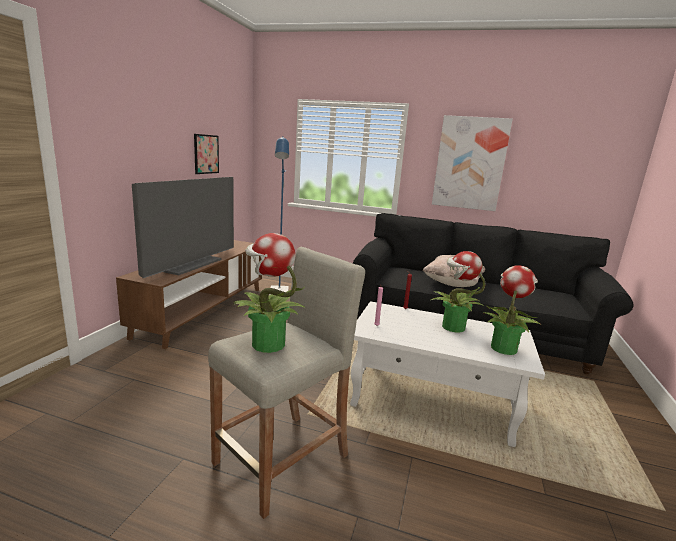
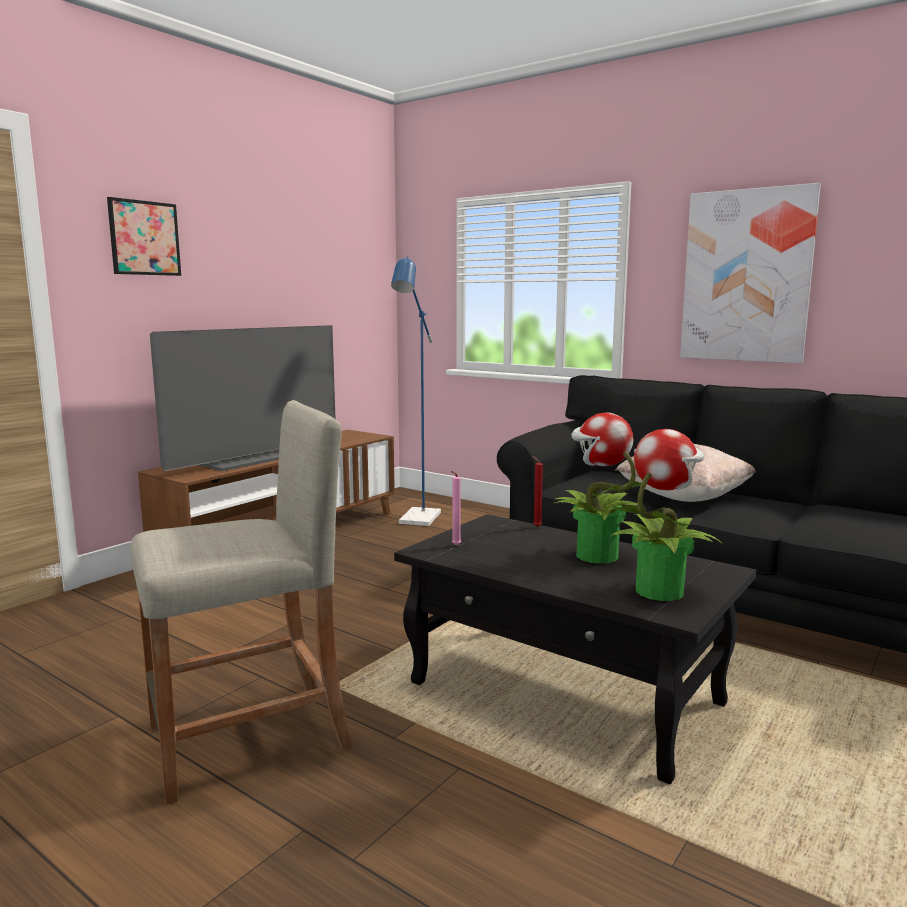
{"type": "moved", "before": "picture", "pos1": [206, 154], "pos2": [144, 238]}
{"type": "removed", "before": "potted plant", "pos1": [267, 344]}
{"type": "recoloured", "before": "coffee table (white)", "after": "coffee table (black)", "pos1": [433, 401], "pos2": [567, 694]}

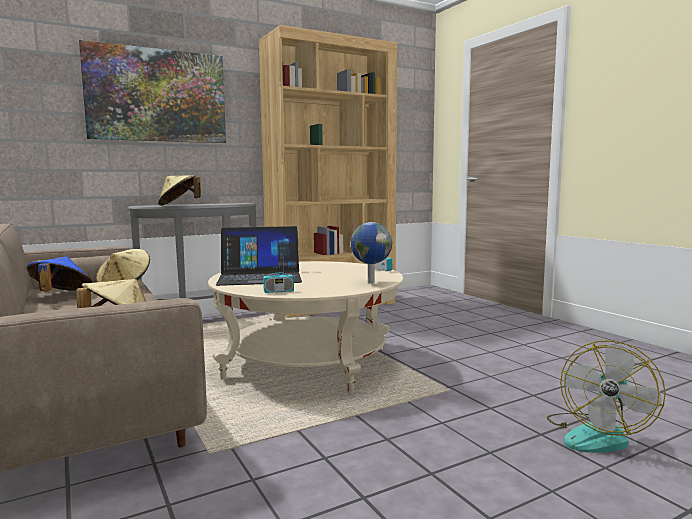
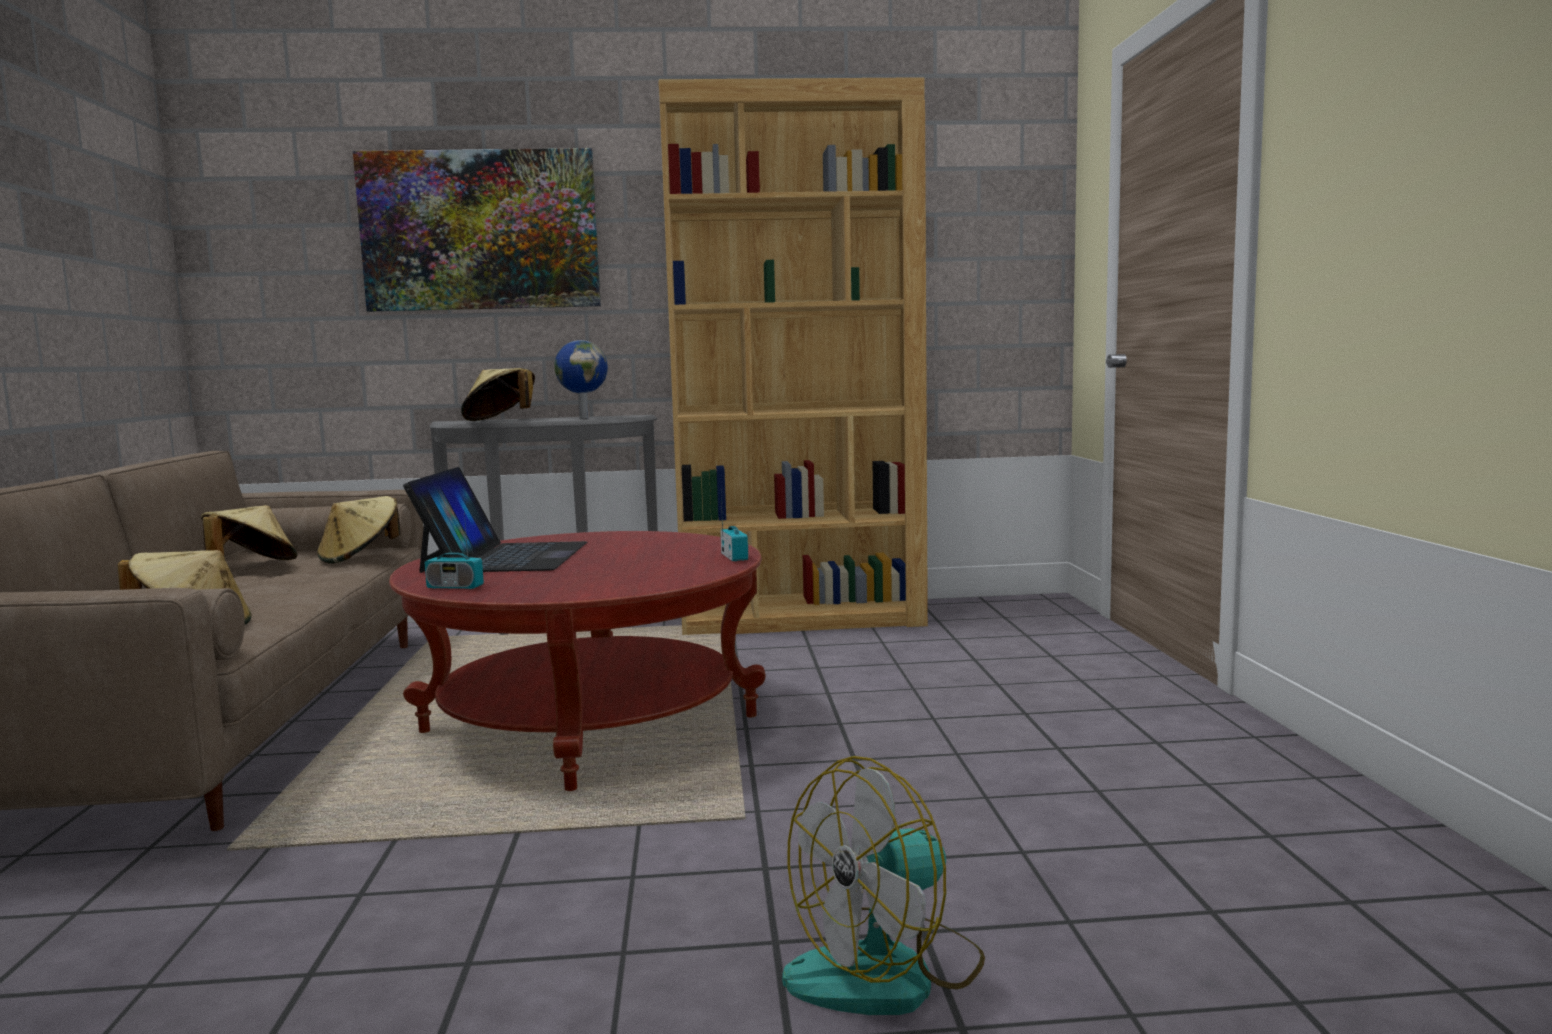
{"type": "recoloured", "before": "hat (blue)", "after": "hat (beige)", "pos1": [61, 295], "pos2": [252, 566]}
{"type": "recoloured", "before": "coffee table (beige)", "after": "coffee table (red)", "pos1": [308, 362], "pos2": [590, 724]}
{"type": "turned", "before": "laptop", "pos1": [260, 277], "pos2": [504, 557], "turn": -105}
{"type": "moved", "before": "globe", "pos1": [370, 282], "pos2": [583, 418]}

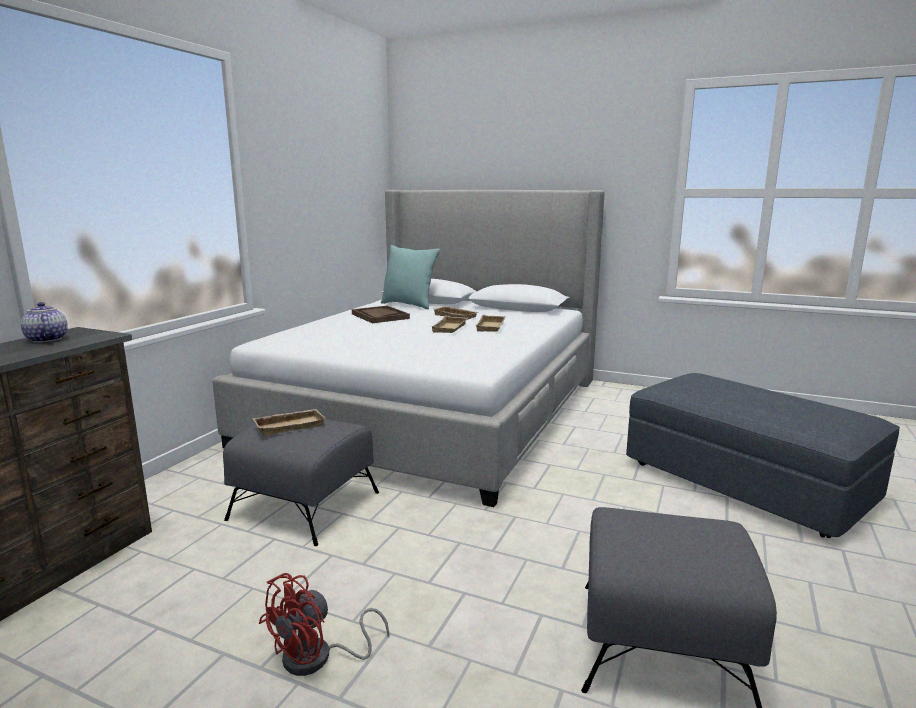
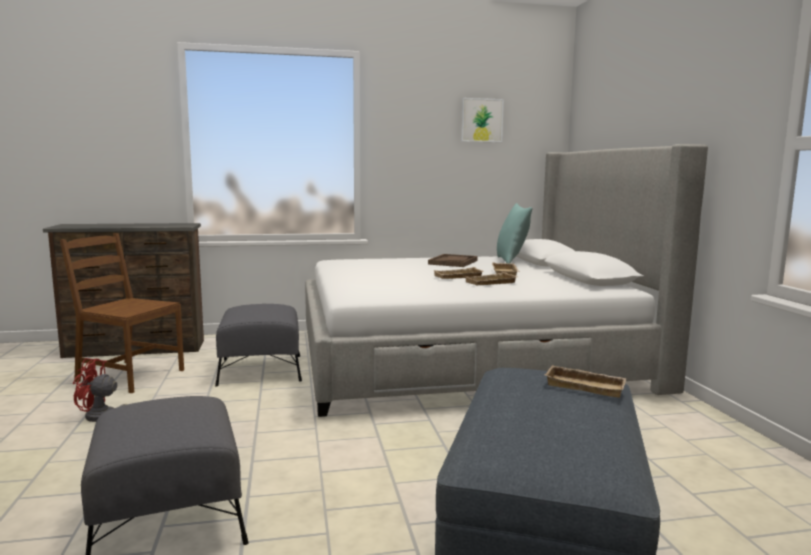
{"type": "removed", "before": "teapot", "pos1": [45, 339]}
{"type": "moved", "before": "tray (beige)", "pos1": [290, 425], "pos2": [586, 386]}
{"type": "added", "after": "chair (brown)", "pos2": [129, 376]}
{"type": "added", "after": "picture", "pos2": [482, 120]}

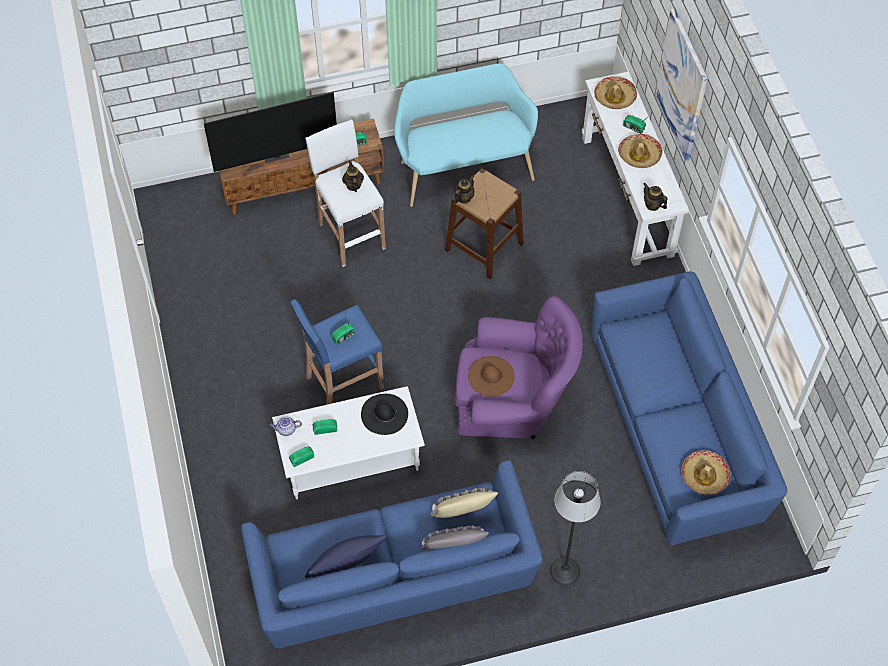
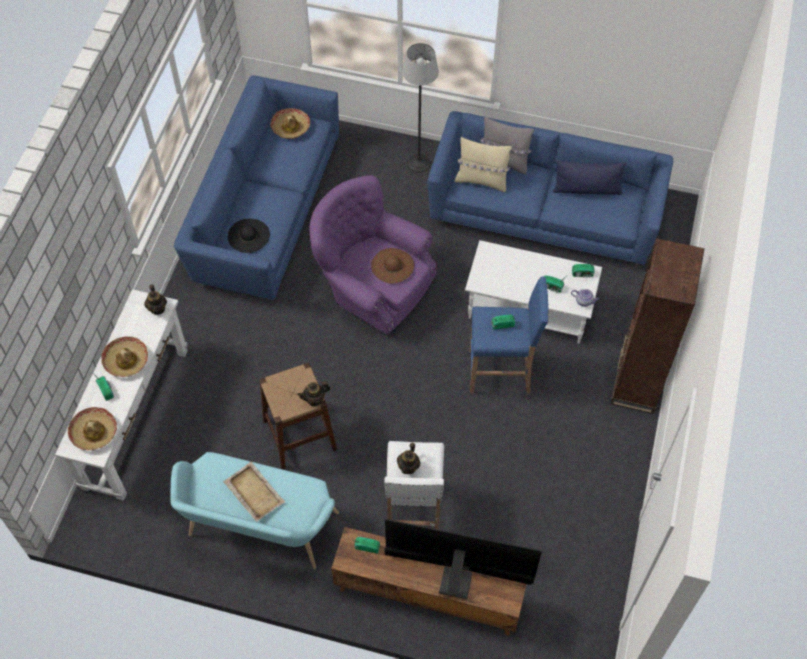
{"type": "moved", "before": "hat (black)", "pos1": [384, 414], "pos2": [248, 235]}
{"type": "removed", "before": "picture", "pos1": [682, 85]}
{"type": "added", "after": "tray (beige)", "pos2": [254, 492]}
{"type": "added", "after": "bookcase (brown)", "pos2": [636, 382]}

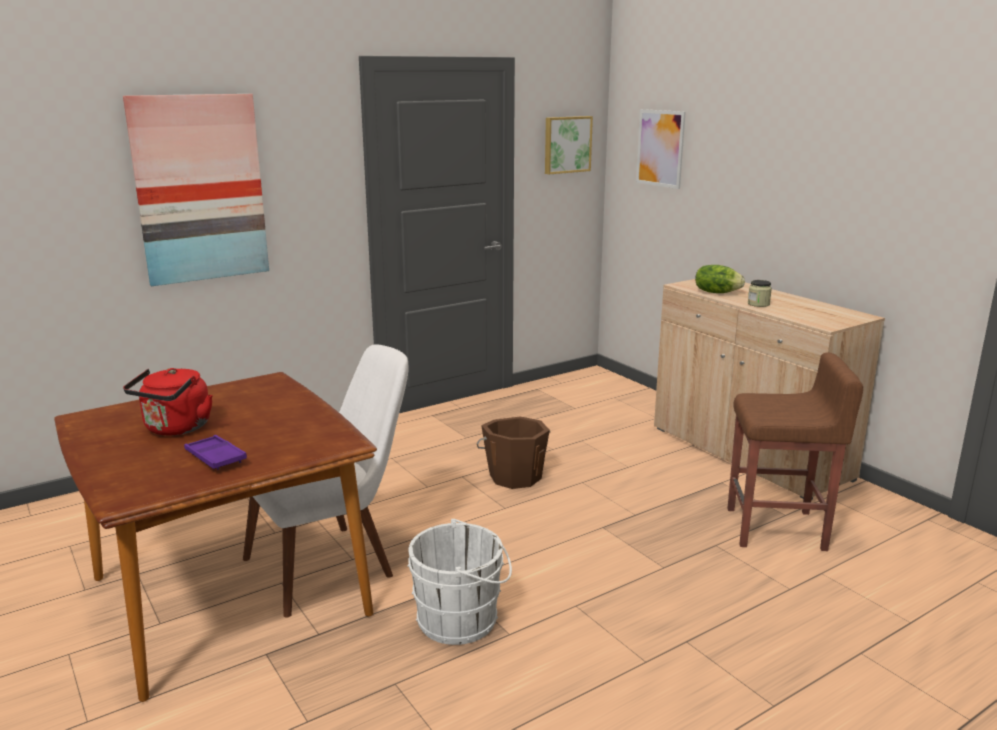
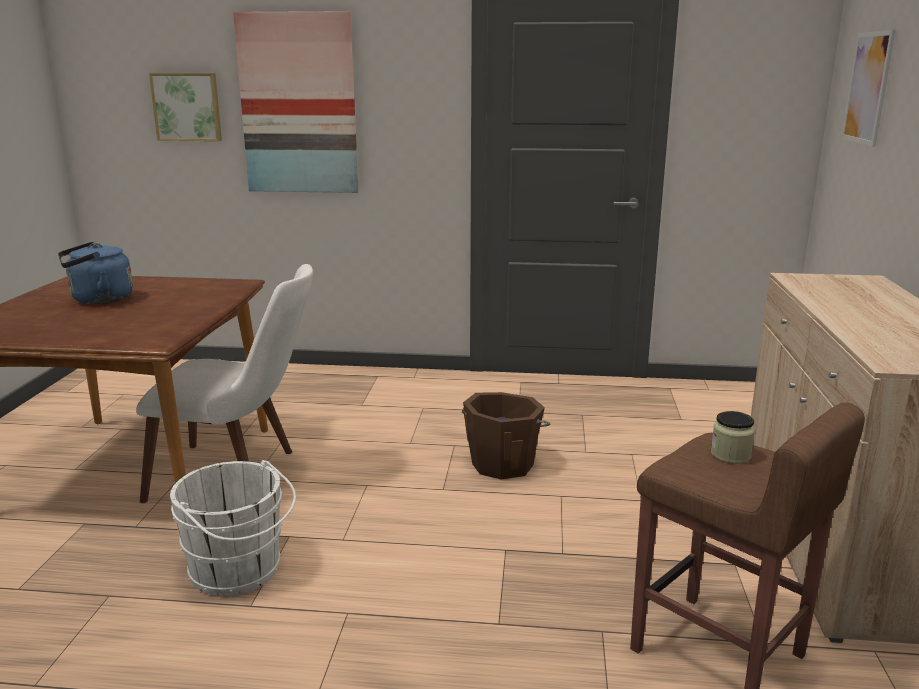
{"type": "recoloured", "before": "kettle (red)", "after": "kettle (blue)", "pos1": [175, 429], "pos2": [98, 300]}
{"type": "removed", "before": "tray (purple)", "pos1": [215, 457]}
{"type": "moved", "before": "picture", "pos1": [566, 144], "pos2": [187, 107]}
{"type": "removed", "before": "lettuce", "pos1": [716, 292]}
{"type": "moved", "before": "jar", "pos1": [758, 304], "pos2": [730, 455]}

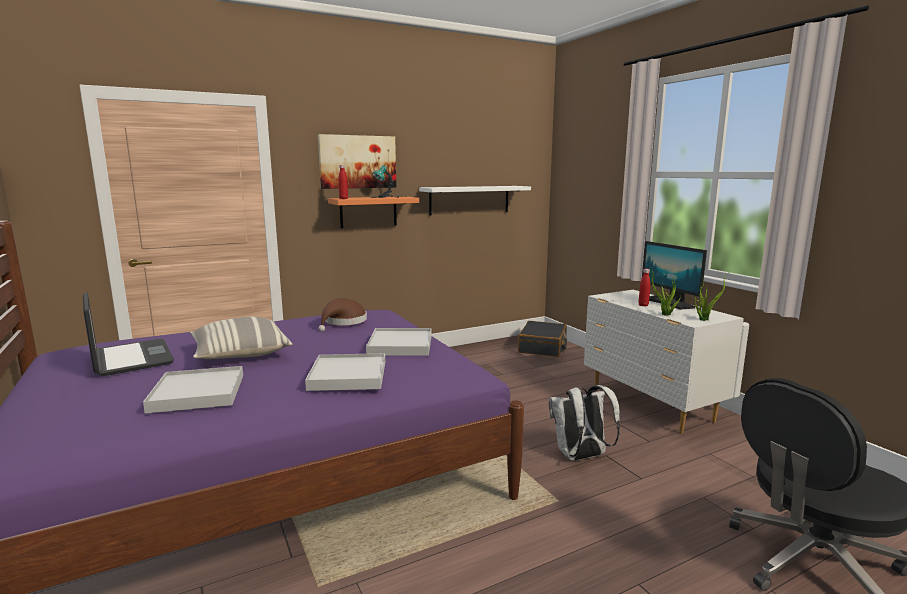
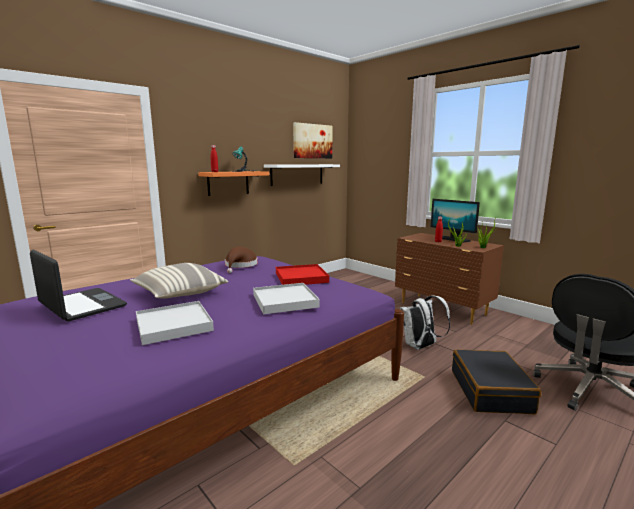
{"type": "moved", "before": "picture", "pos1": [357, 162], "pos2": [312, 141]}
{"type": "recoloured", "before": "tray (white)", "after": "tray (red)", "pos1": [400, 345], "pos2": [301, 277]}
{"type": "moved", "before": "suitcase (black)", "pos1": [543, 347], "pos2": [491, 391]}
{"type": "recoloured", "before": "dresser (white)", "after": "dresser (brown)", "pos1": [650, 405], "pos2": [443, 309]}

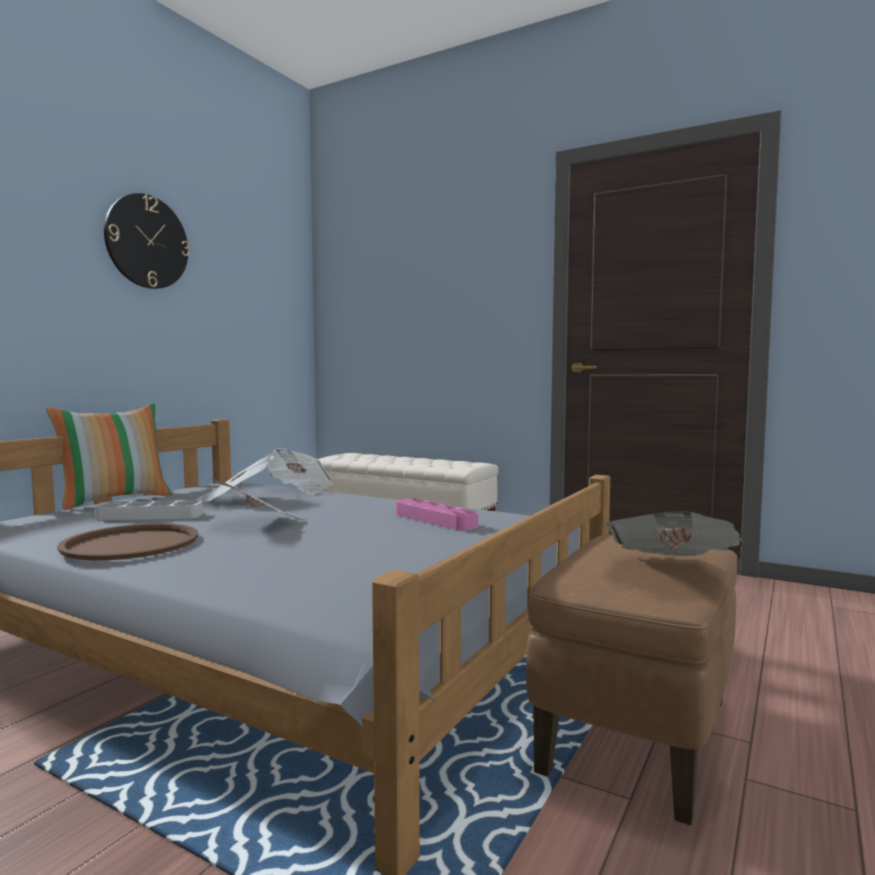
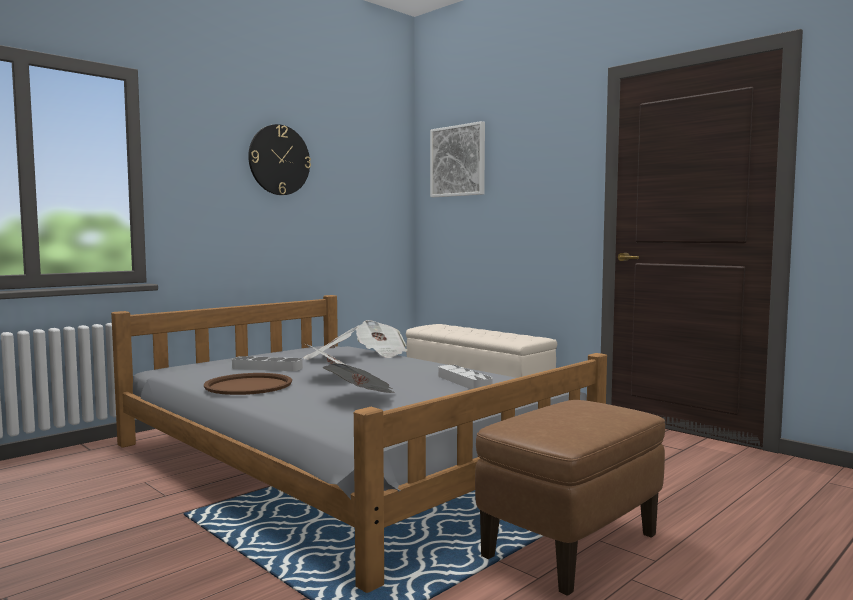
{"type": "removed", "before": "pillow", "pos1": [114, 500]}
{"type": "recoloured", "before": "tray (pink)", "after": "tray (grey)", "pos1": [435, 520], "pos2": [464, 382]}
{"type": "moved", "before": "newspaper", "pos1": [671, 572], "pos2": [362, 399]}
{"type": "added", "after": "picture", "pos2": [458, 161]}

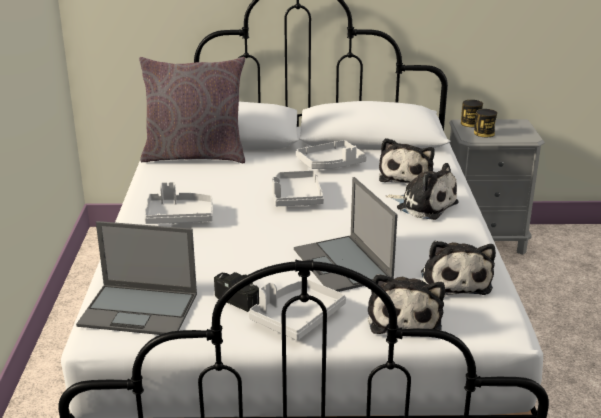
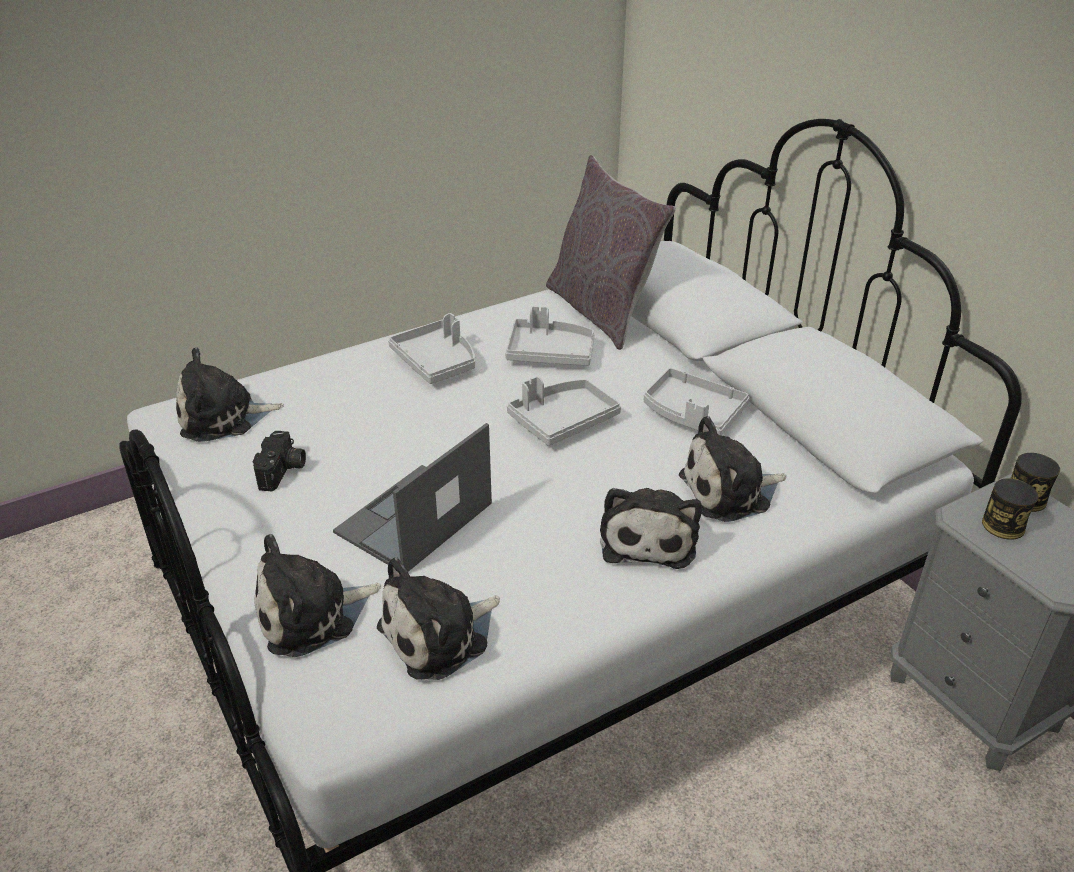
{"type": "replaced", "before": "laptop", "after": "plush toy", "pos1": [140, 310], "pos2": [223, 417]}
{"type": "moved", "before": "tray (grey)", "pos1": [297, 318], "pos2": [550, 353]}

